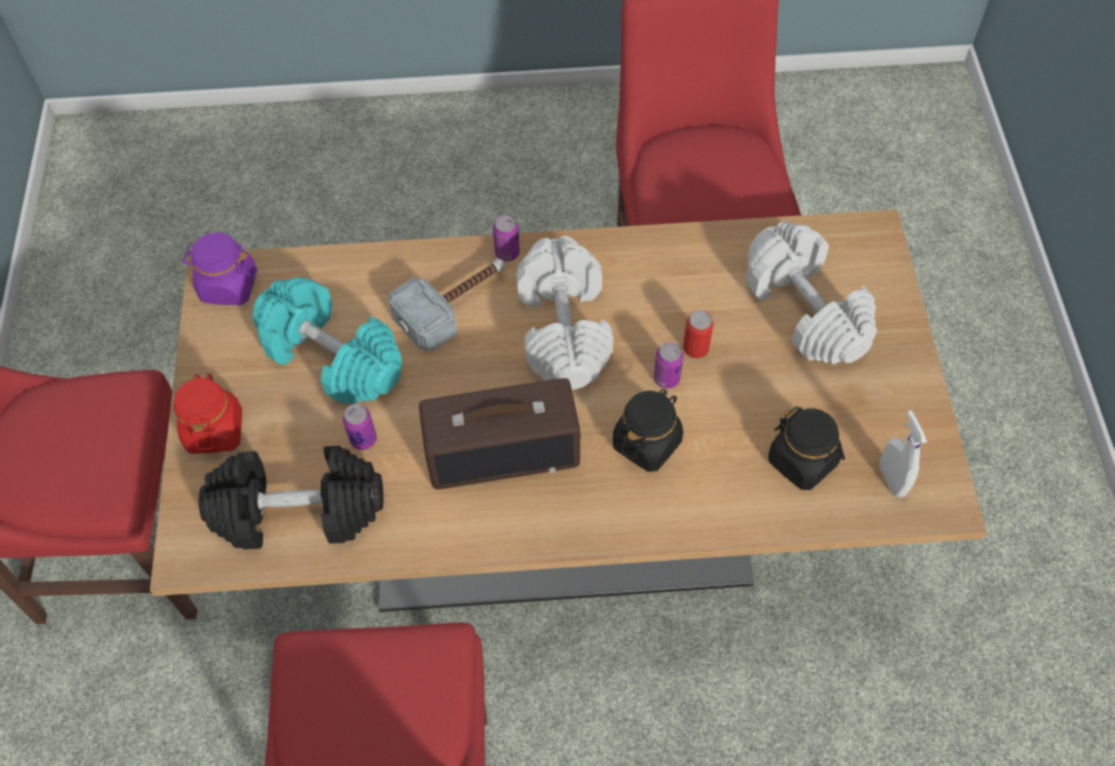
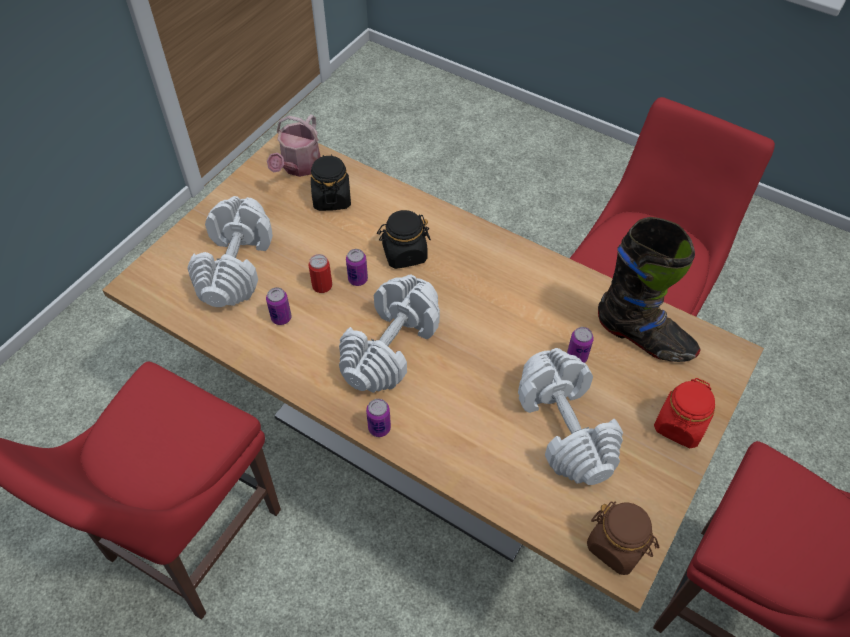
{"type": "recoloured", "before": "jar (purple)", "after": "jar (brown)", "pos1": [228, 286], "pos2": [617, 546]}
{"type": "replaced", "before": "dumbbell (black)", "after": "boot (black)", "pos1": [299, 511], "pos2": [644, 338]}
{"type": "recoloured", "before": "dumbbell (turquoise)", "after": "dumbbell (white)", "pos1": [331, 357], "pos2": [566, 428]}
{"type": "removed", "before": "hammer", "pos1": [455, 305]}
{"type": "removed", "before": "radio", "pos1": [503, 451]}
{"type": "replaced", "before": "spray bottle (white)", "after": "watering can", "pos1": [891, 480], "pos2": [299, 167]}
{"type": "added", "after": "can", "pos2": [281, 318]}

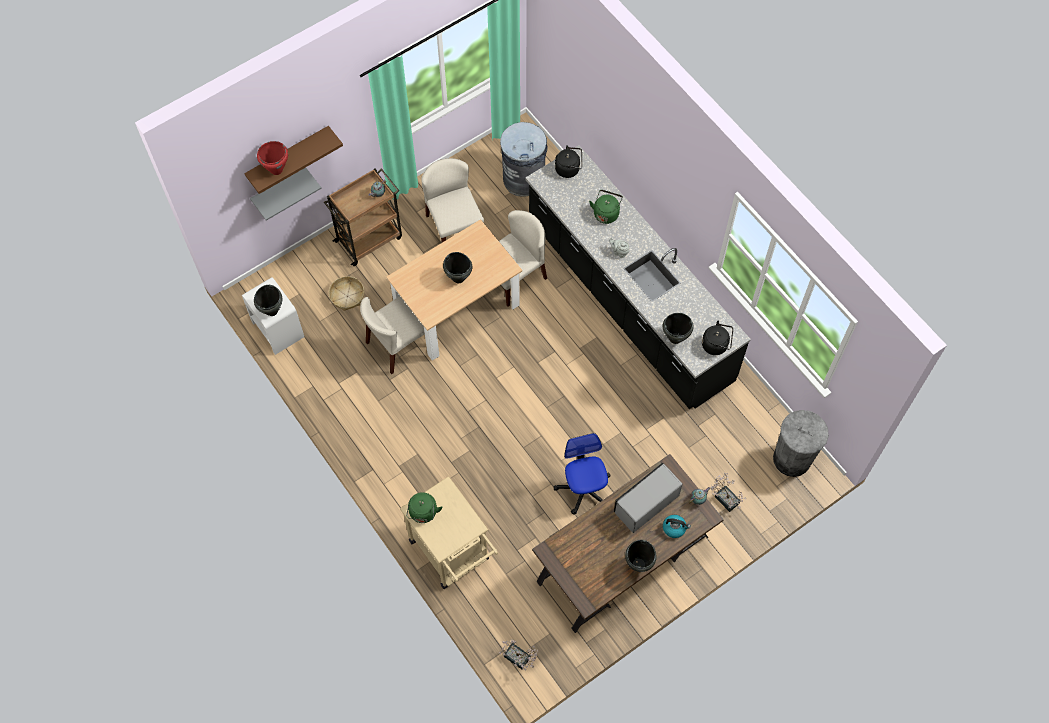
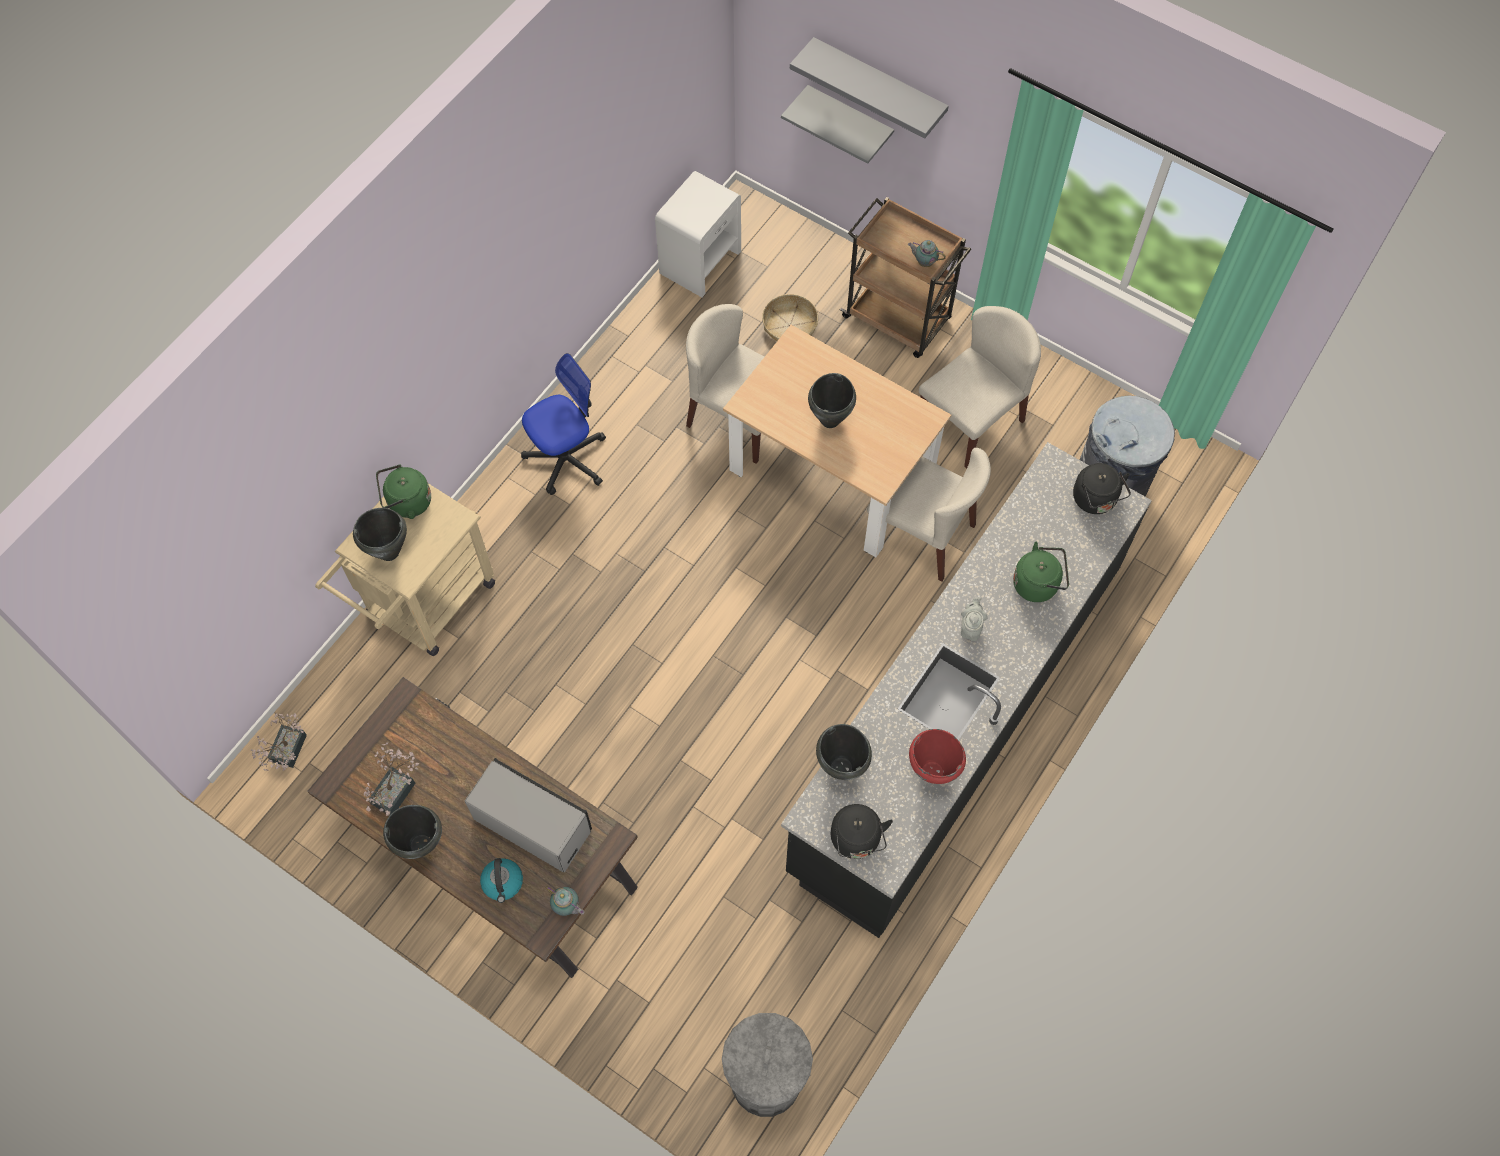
{"type": "recoloured", "before": "shelf (brown)", "after": "shelf (grey)", "pos1": [288, 156], "pos2": [878, 85]}
{"type": "moved", "before": "cooking pot (black)", "pos1": [272, 311], "pos2": [389, 552]}
{"type": "moved", "before": "cooking pot (red)", "pos1": [276, 170], "pos2": [932, 771]}
{"type": "moved", "before": "office chair", "pos1": [583, 488], "pos2": [567, 458]}
{"type": "moved", "before": "potted plant", "pos1": [725, 497], "pos2": [397, 789]}

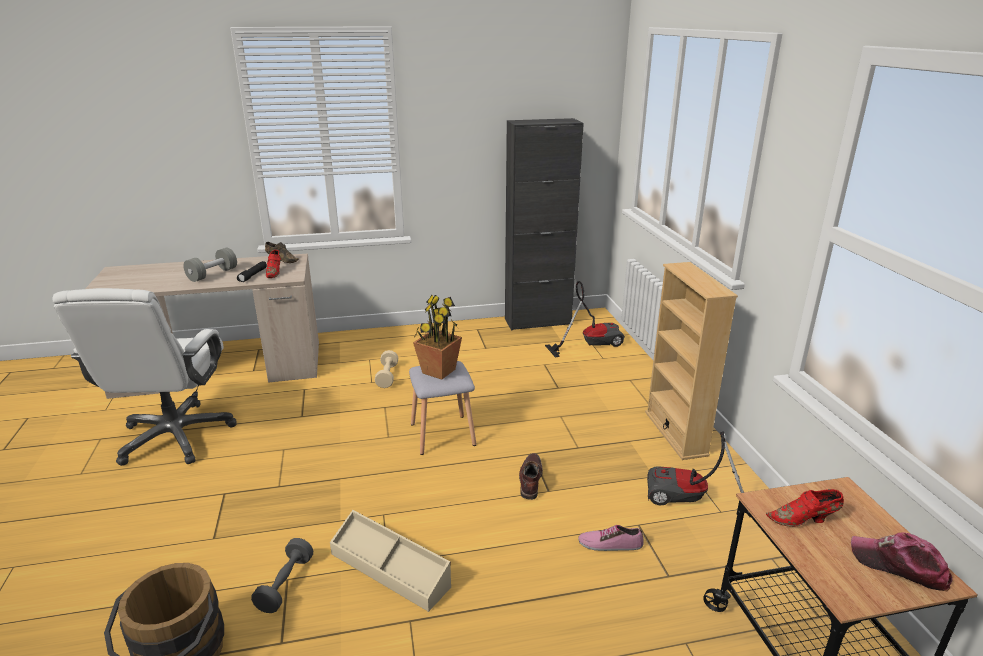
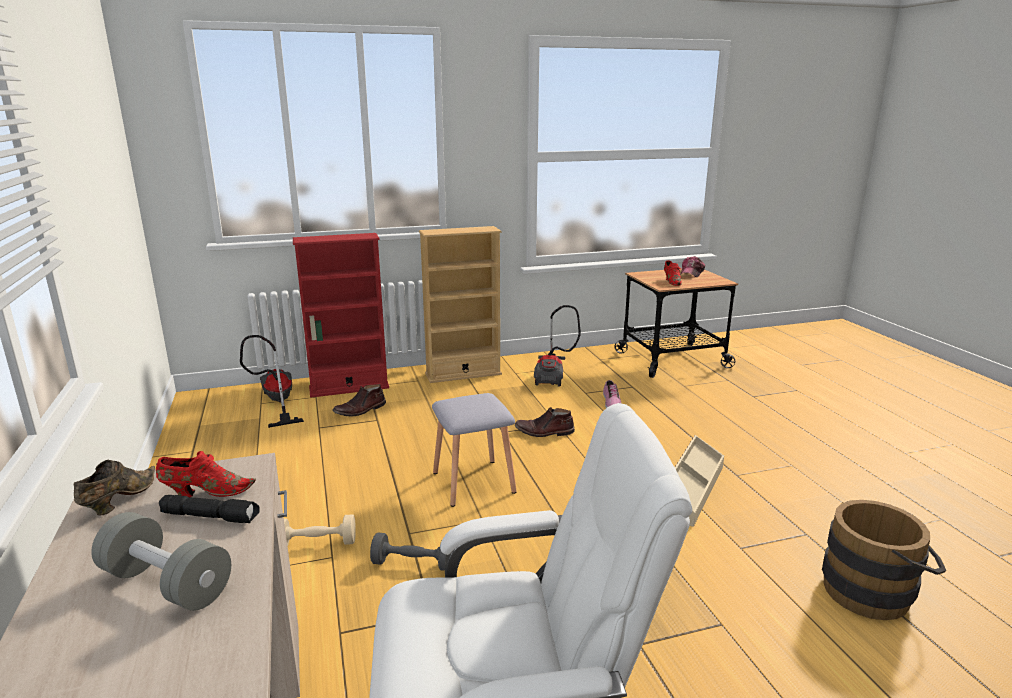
{"type": "moved", "before": "dumbbell (grey)", "pos1": [285, 584], "pos2": [413, 564]}
{"type": "removed", "before": "potted plant", "pos1": [438, 371]}
{"type": "removed", "before": "cabinet (black)", "pos1": [537, 321]}
{"type": "added", "after": "bookcase (red)", "pos2": [349, 387]}
{"type": "added", "after": "boot (brown)", "pos2": [360, 410]}

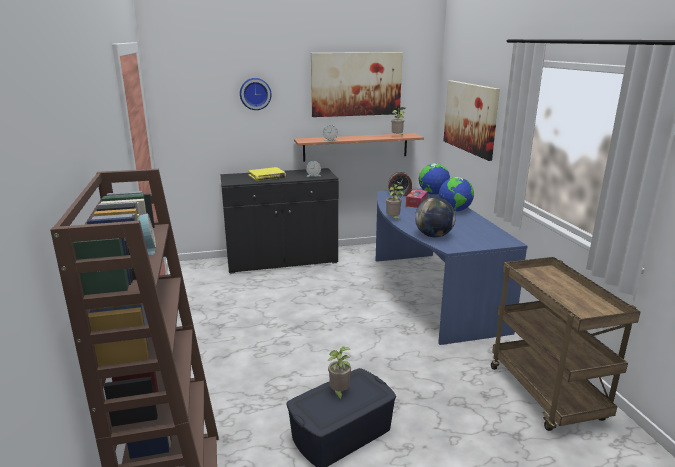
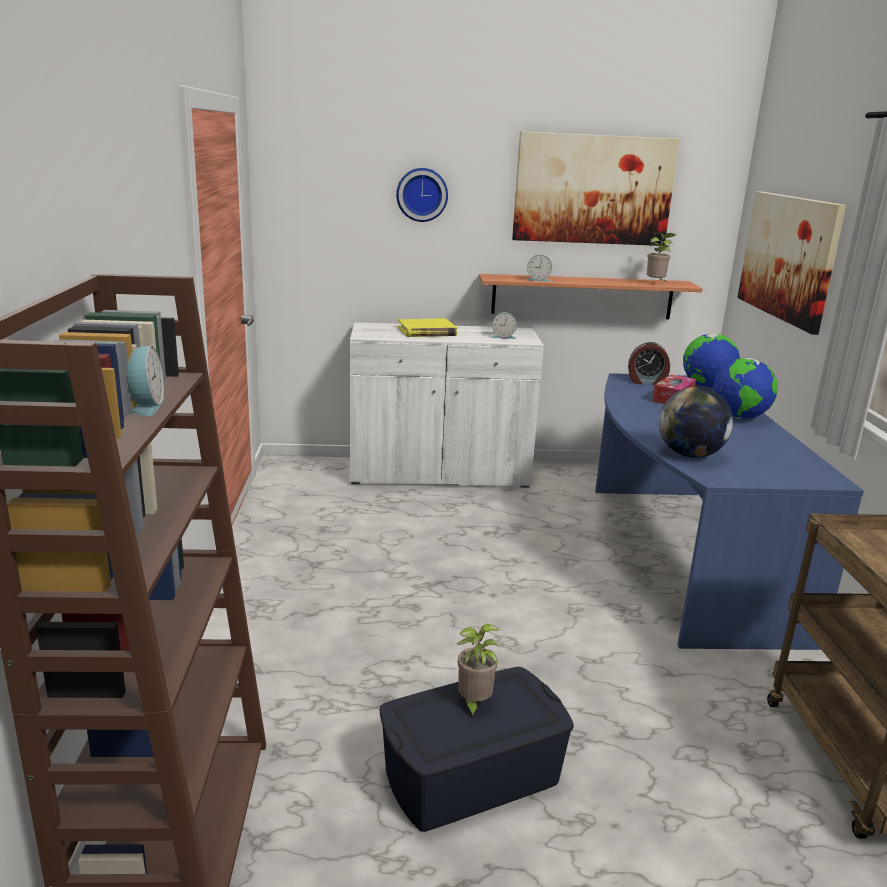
{"type": "recoloured", "before": "cabinet (black)", "after": "cabinet (white)", "pos1": [282, 260], "pos2": [439, 473]}
{"type": "removed", "before": "potted plant", "pos1": [393, 219]}

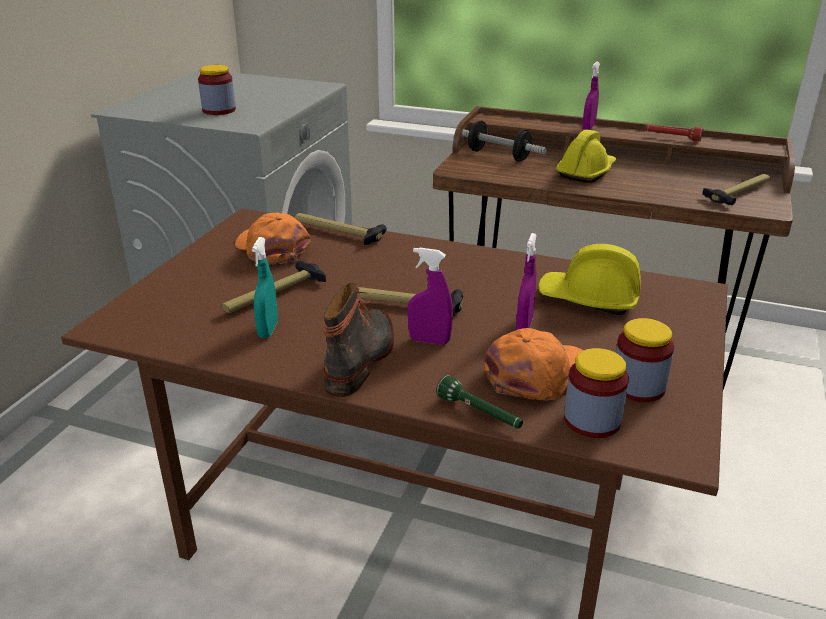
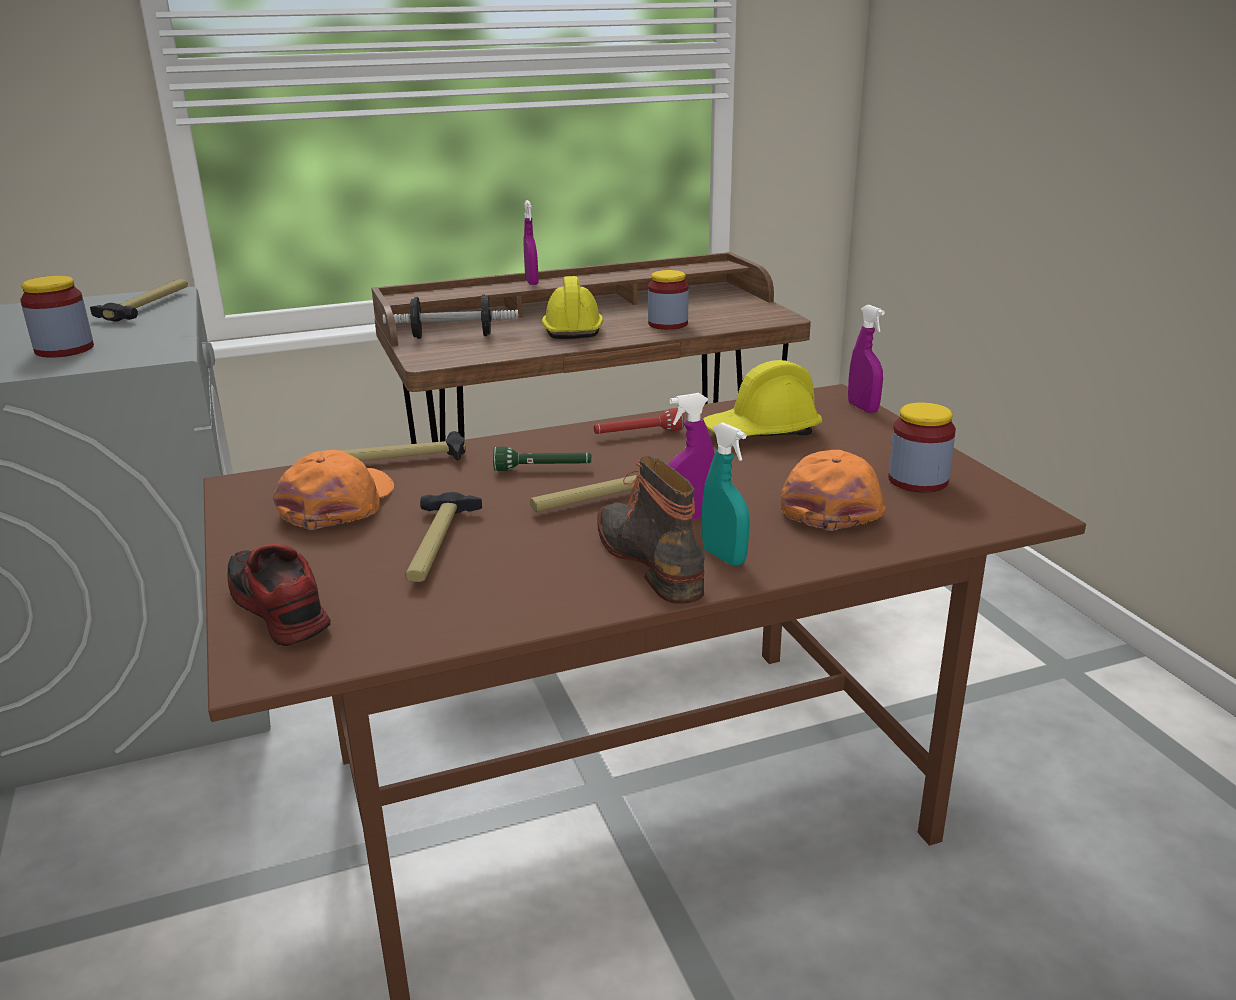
{"type": "turned", "before": "cap (orange)", "pos1": [272, 248], "pos2": [339, 503], "turn": 90}
{"type": "moved", "before": "spray bottle (turquoise)", "pos1": [268, 330], "pos2": [724, 557]}
{"type": "moved", "before": "flashlight (green)", "pos1": [480, 414], "pos2": [543, 469]}
{"type": "moved", "before": "spray bottle (purple)", "pos1": [524, 325], "pos2": [863, 408]}
{"type": "moved", "before": "jar", "pos1": [592, 420], "pos2": [668, 324]}
{"type": "moved", "before": "flashlight (red)", "pos1": [672, 137], "pos2": [638, 434]}
{"type": "moved", "before": "hammer", "pos1": [739, 193], "pos2": [148, 306]}
{"type": "added", "after": "shoe", "pos2": [277, 610]}

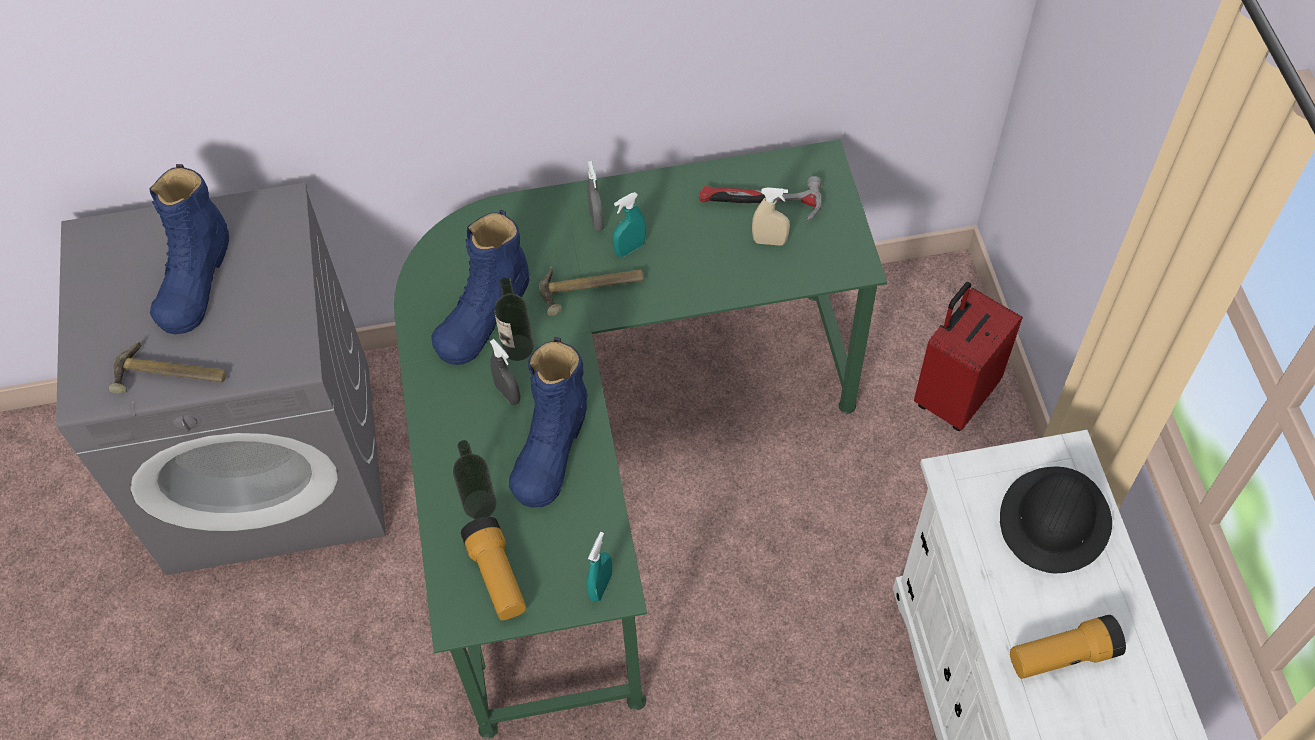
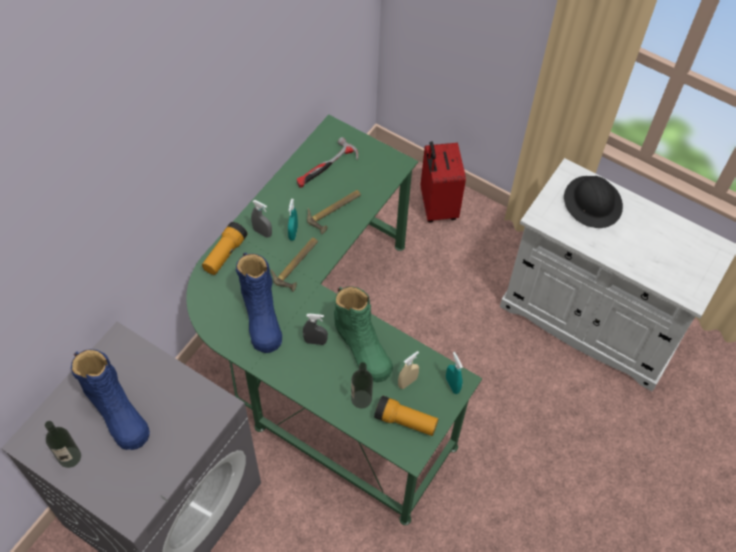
{"type": "moved", "before": "hammer", "pos1": [170, 377], "pos2": [335, 212]}
{"type": "moved", "before": "bottle", "pos1": [517, 347], "pos2": [69, 457]}
{"type": "recoloured", "before": "boot (blue)", "after": "boot (green)", "pos1": [551, 447], "pos2": [362, 347]}
{"type": "moved", "before": "spray bottle (beige)", "pos1": [769, 241], "pos2": [407, 382]}
{"type": "moved", "before": "flashlight", "pos1": [1062, 656], "pos2": [225, 254]}

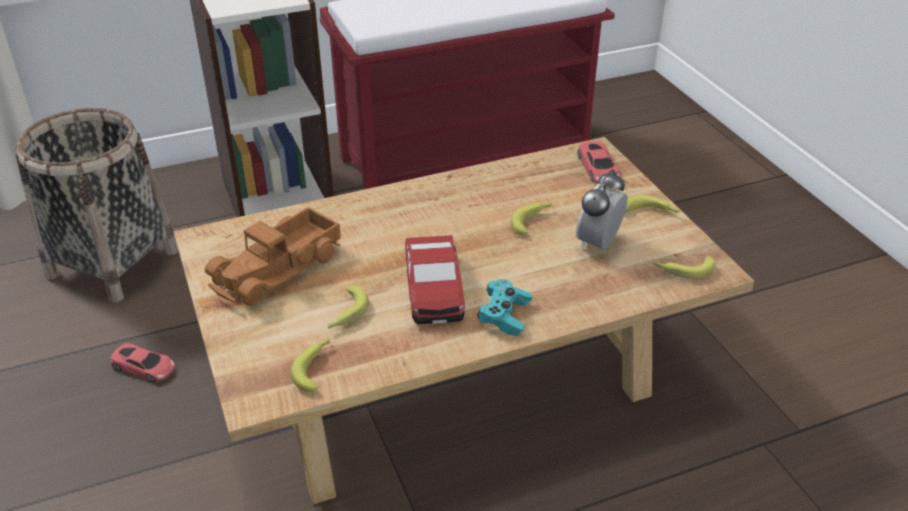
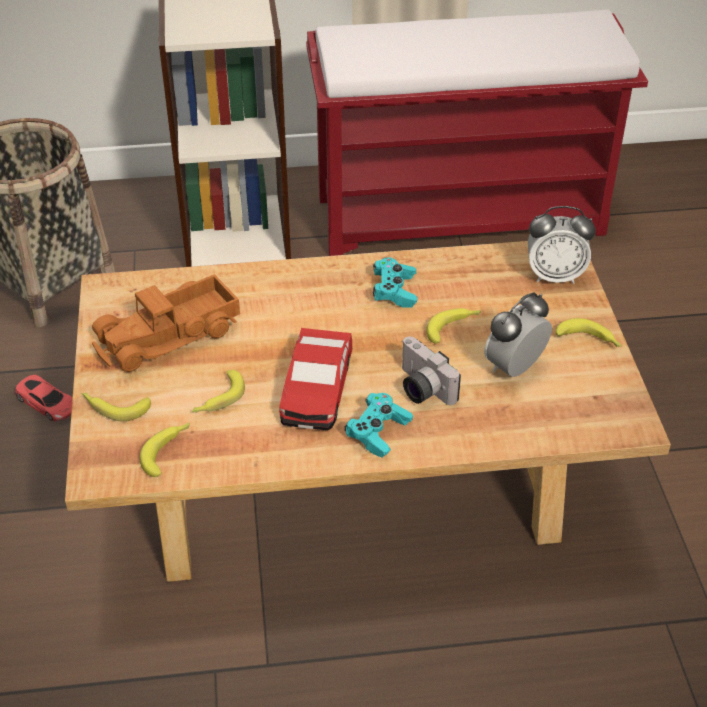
{"type": "replaced", "before": "toy car (red)", "after": "alarm clock", "pos1": [598, 168], "pos2": [554, 276]}
{"type": "moved", "before": "banana", "pos1": [682, 270], "pos2": [114, 407]}
{"type": "added", "after": "game controller (turquoise)", "pos2": [394, 291]}
{"type": "added", "after": "photo camera", "pos2": [420, 388]}

